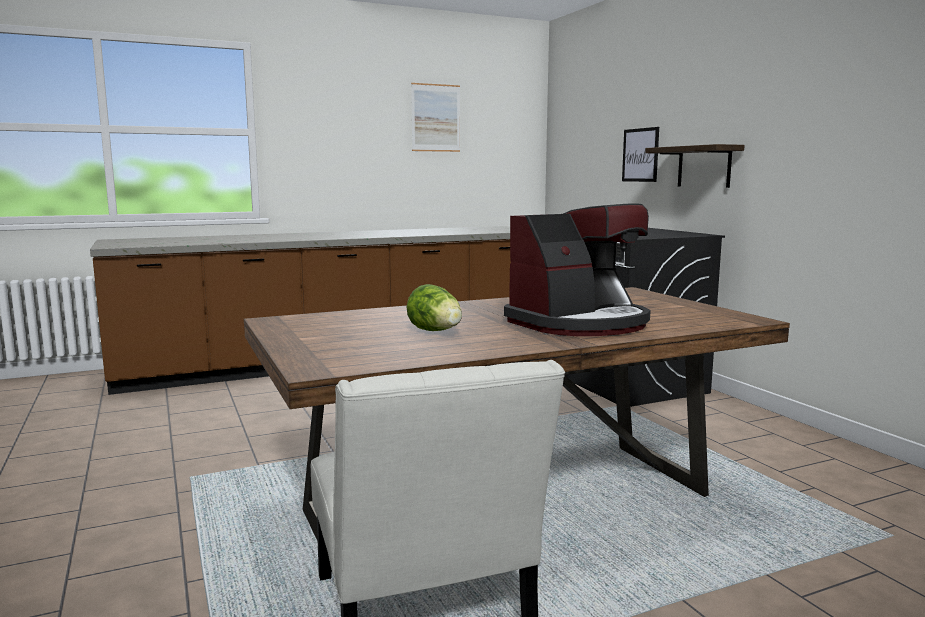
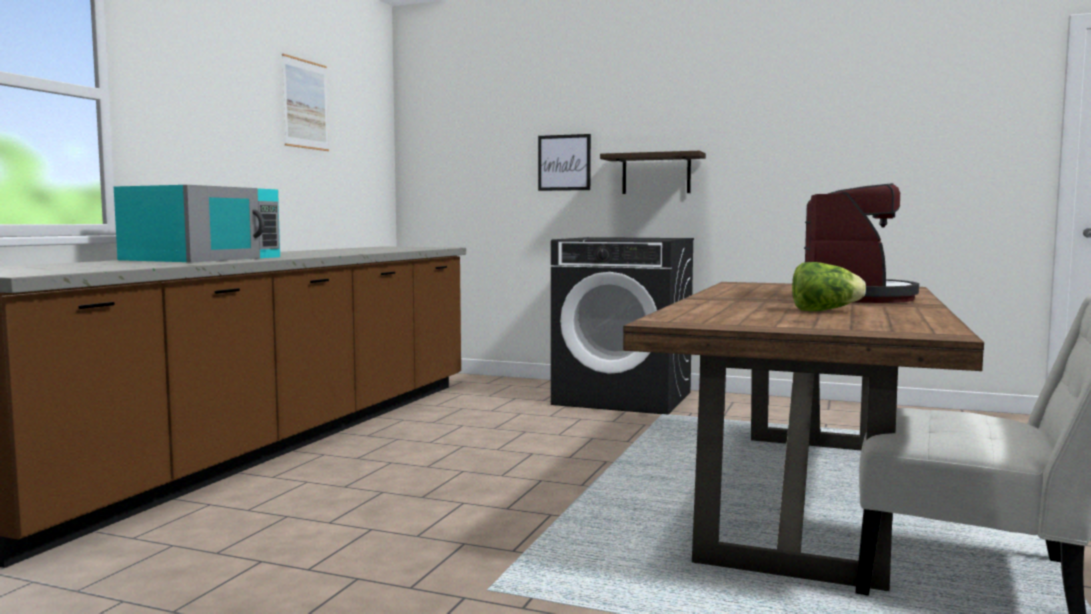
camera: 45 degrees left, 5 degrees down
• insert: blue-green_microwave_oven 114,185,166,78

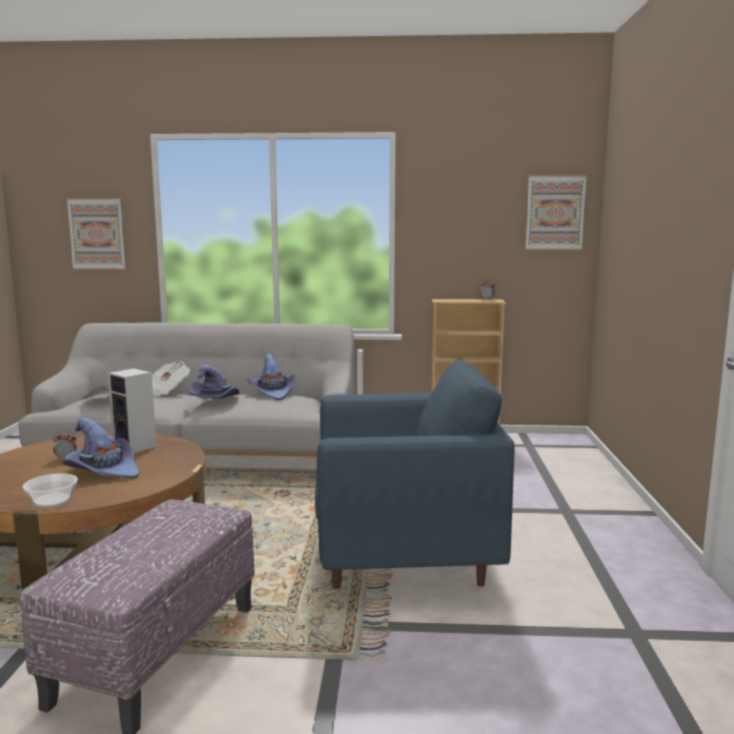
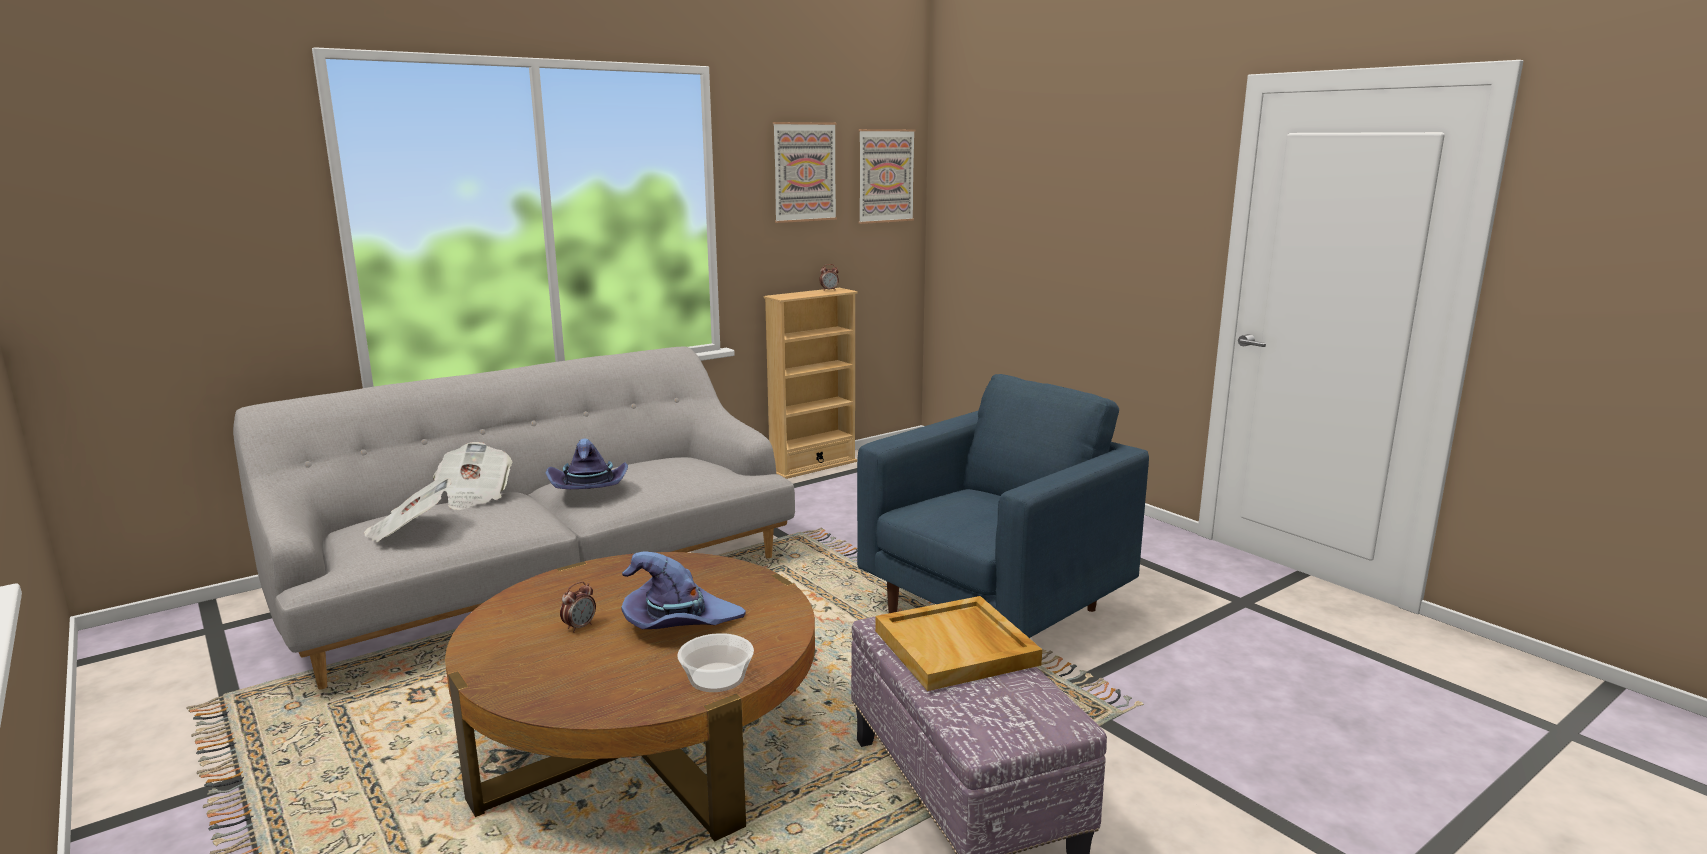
camera: 40 degrees left, 5 degrees up
• move: picture 66,198,60,72 to 773,122,64,101
• insert: sand-coloured_tray 875,596,167,95
• delete: speaker 107,368,49,85
• delete: purple_hat 247,354,49,46

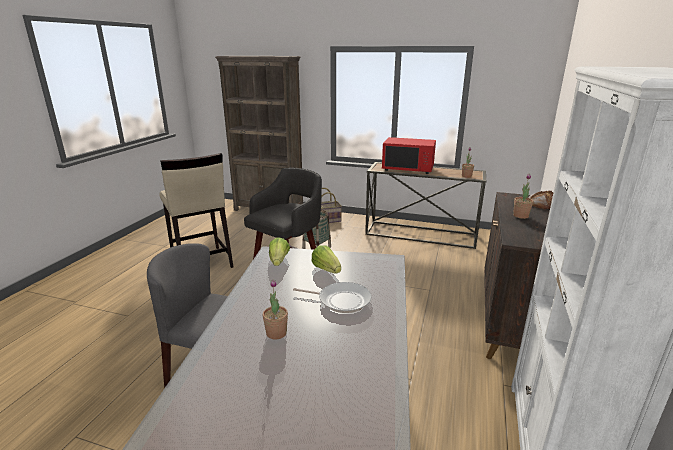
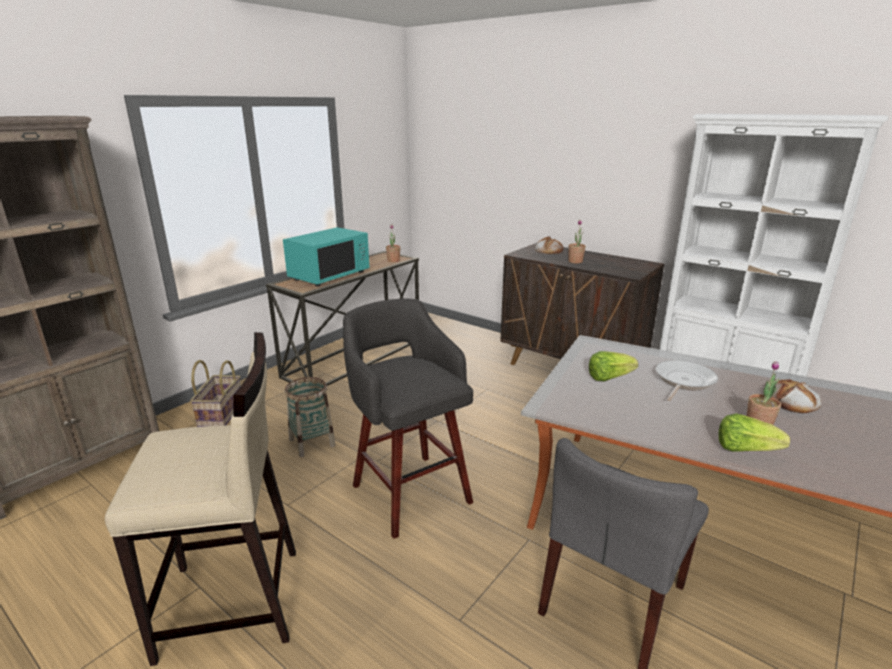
camera: 70 degrees left, 0 degrees up
• recolor: red_microwave_oven 382,137,54,37 to blue-green_microwave_oven 283,227,87,60
• move: head_of_lettuce 269,237,21,29 to 719,413,71,39
• insert: bakery_bread 772,379,50,34

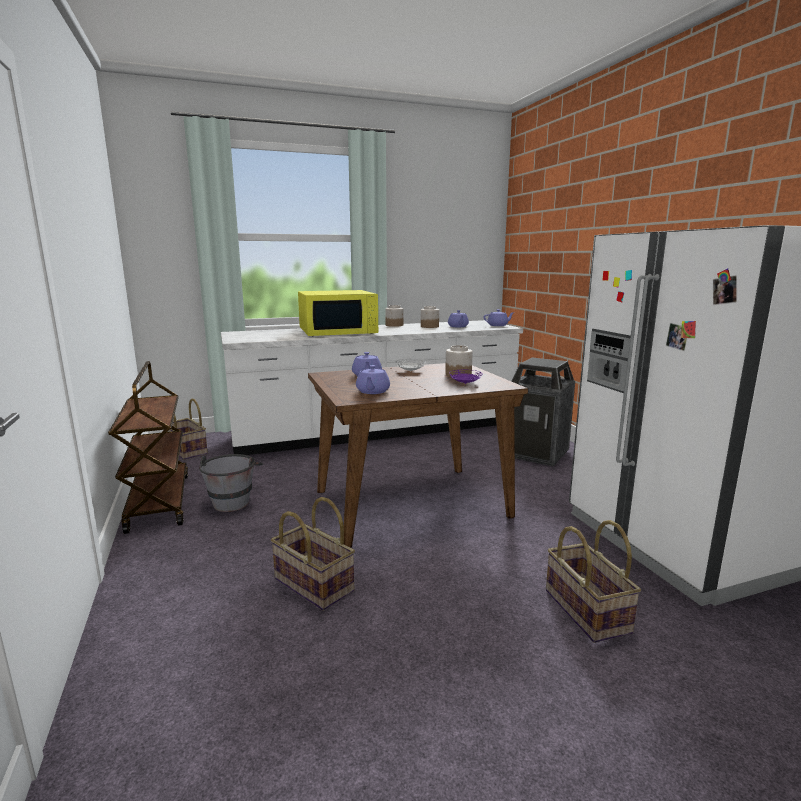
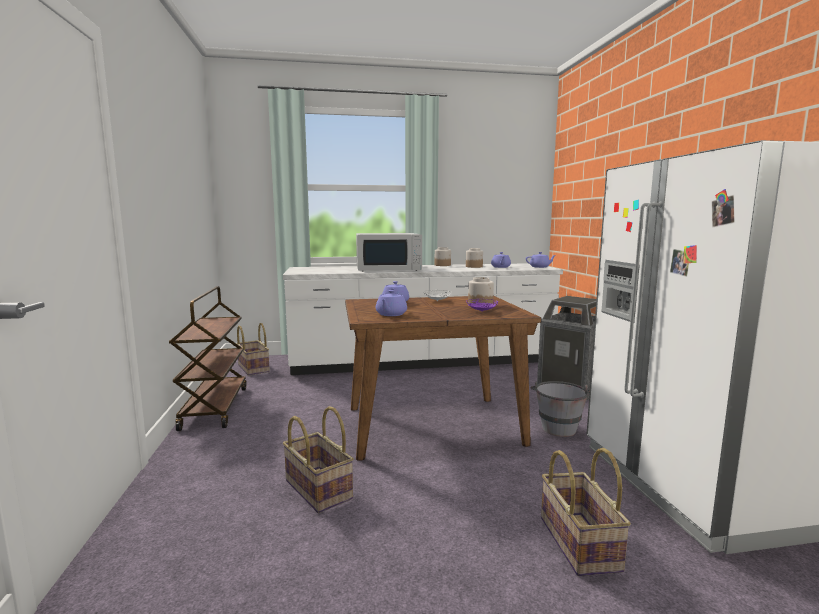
camera: 10 degrees right, 5 degrees down
• recolor: yellow-coloured_microwave_oven 298,290,80,46 to white-coloured_microwave_oven 356,233,66,38
• move: grey_pail 199,454,64,58 to 530,381,60,56

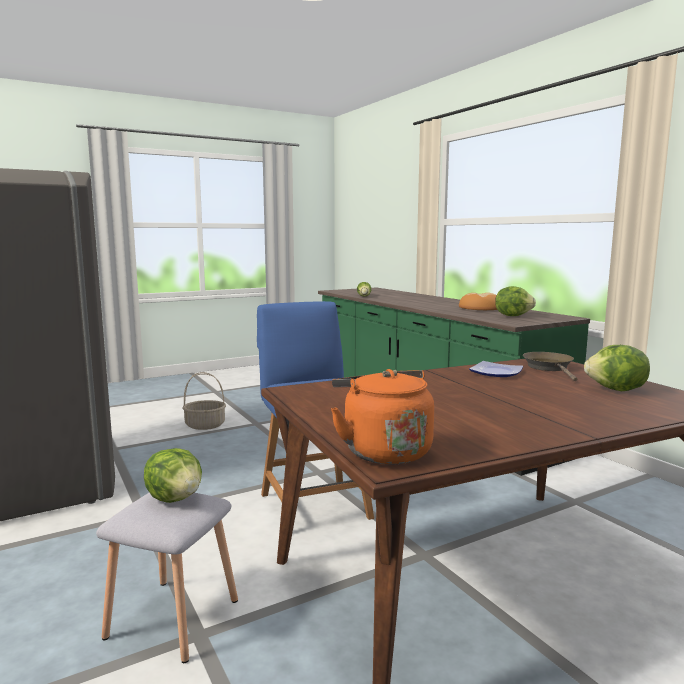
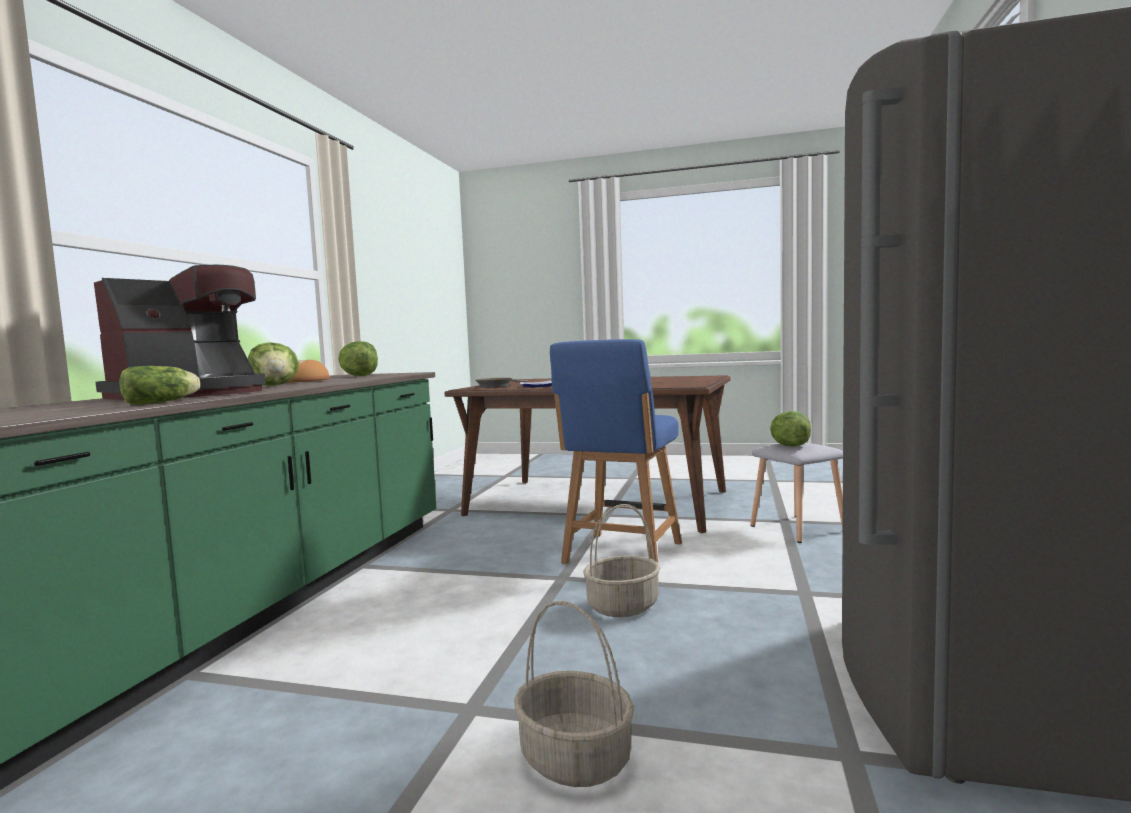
camera: 135 degrees left, 5 degrees down
• insert: coffee_maker 94,265,172,135
• move: head_of_lettuce 584,345,66,46 to 248,342,51,44
• insert: household_basket 583,504,77,113
• delete: orange-coloured_water_kettle 331,369,103,95

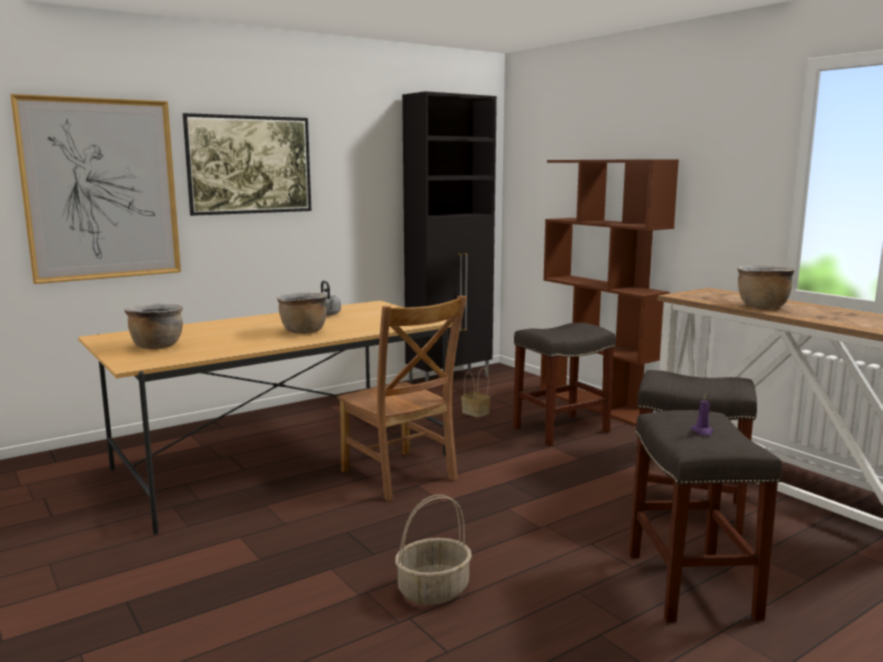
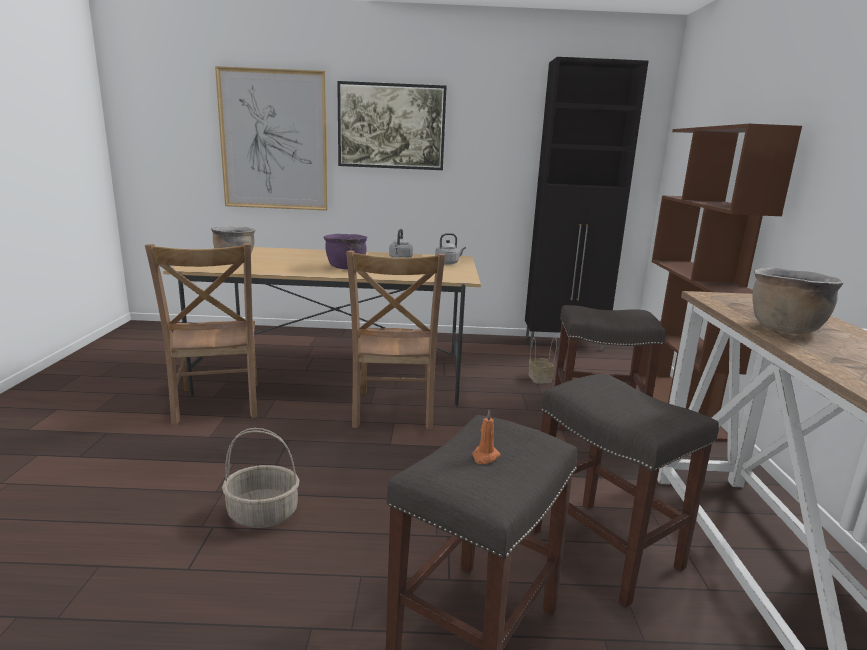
camera: 35 degrees right, 5 degrees up
• insert: brownish_chair 145,243,113,182
• recolor: brownish_cooking_pot 277,293,50,41 to purple_cooking_pot 323,234,44,35
• insert: grey_water_kettle 435,233,31,32
• recolor: purple_wax_light 691,394,22,42 to orange-coloured_wax_light 472,409,28,55

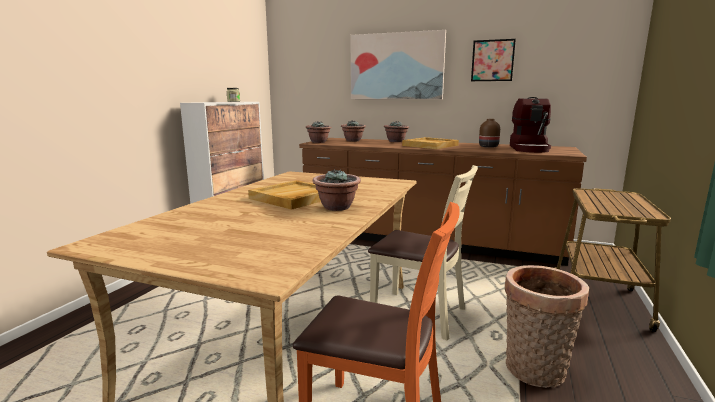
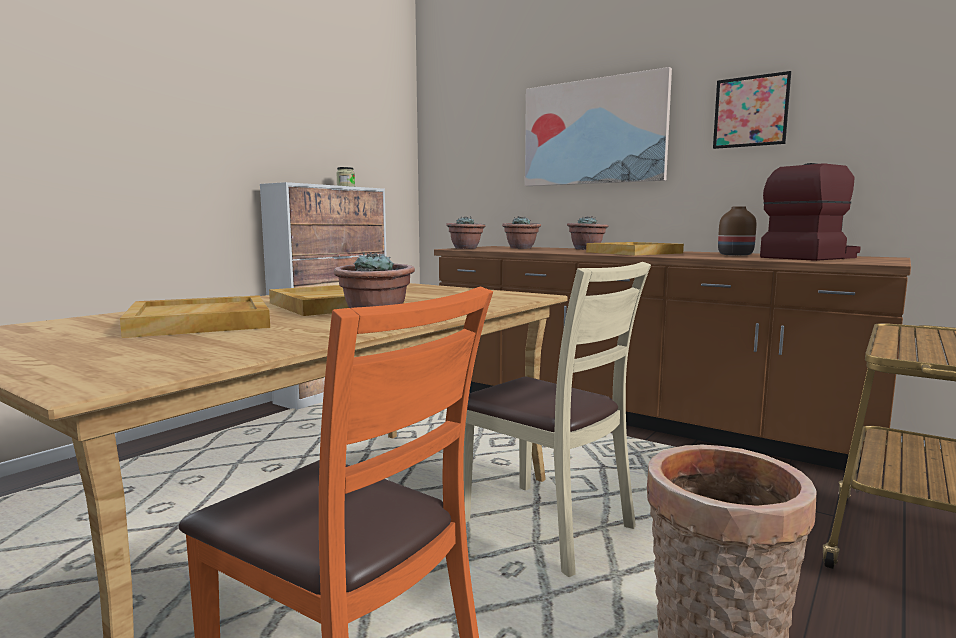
camera: 15 degrees right, 5 degrees down
• insert: sand-coloured_tray 120,295,150,43
• rotate: coffee_maker 510,97,41,56 = 760,163,101,98 150 degrees counterclockwise

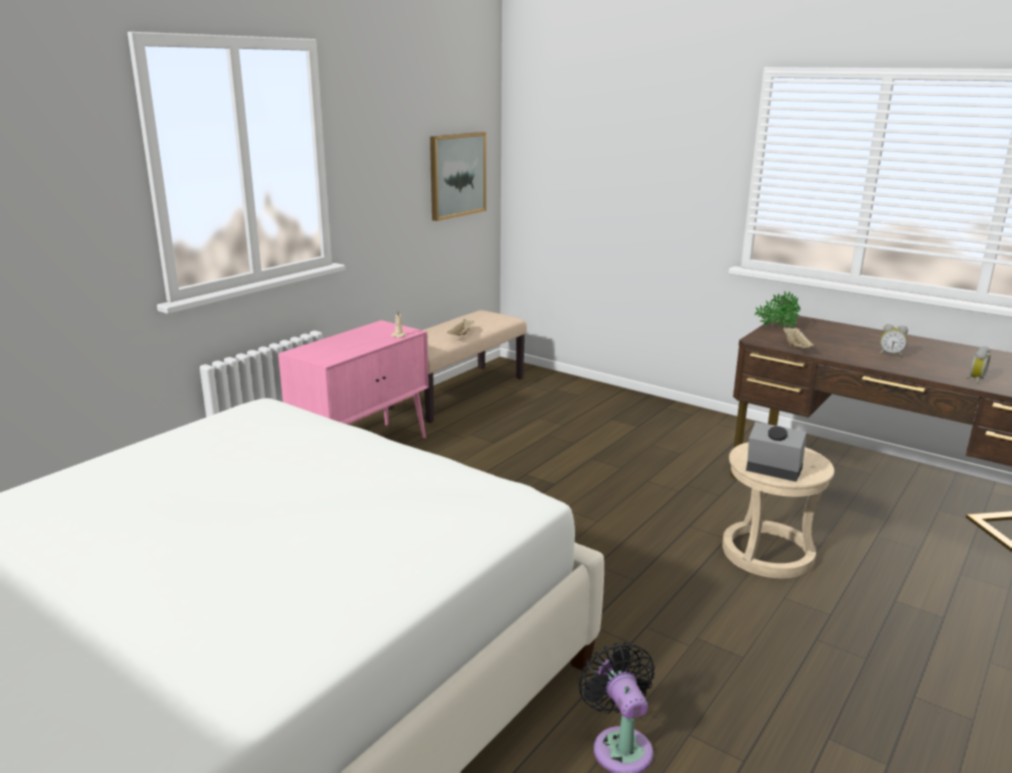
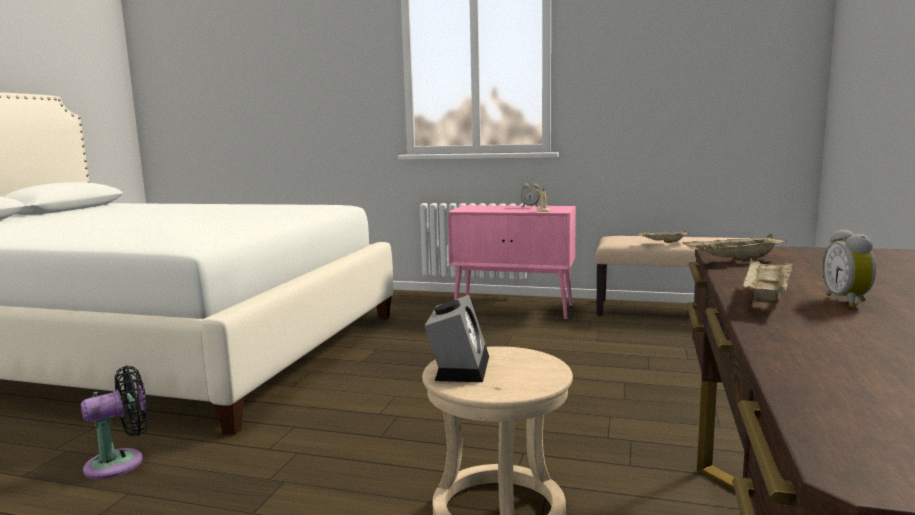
camera: 70 degrees right, 10 degrees down
• move: bedside_clock 966,346,25,38 to 521,183,19,24
• insert: sand-coloured_tray 742,257,52,46
• delete: picture 430,132,56,89
• delete: houseplant 755,291,45,37

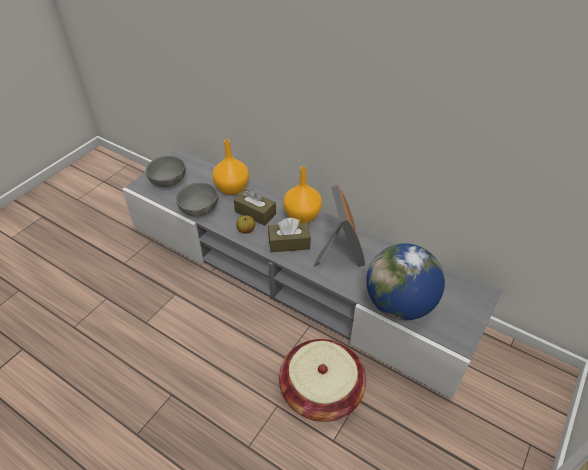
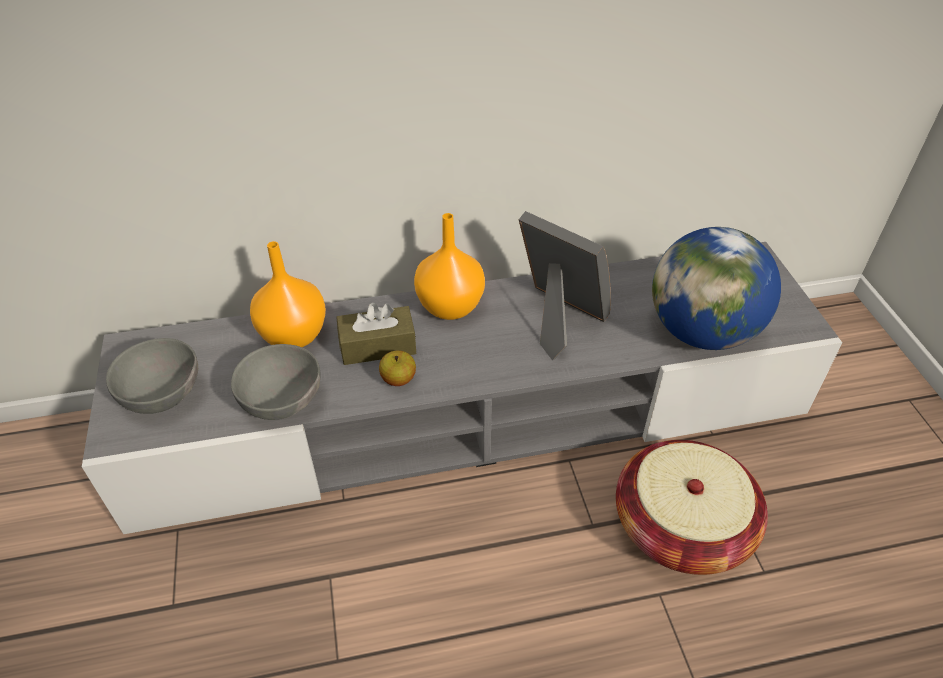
camera: 45 degrees left, 0 degrees up
• delete: brownish_tissue_box 268,218,43,34

